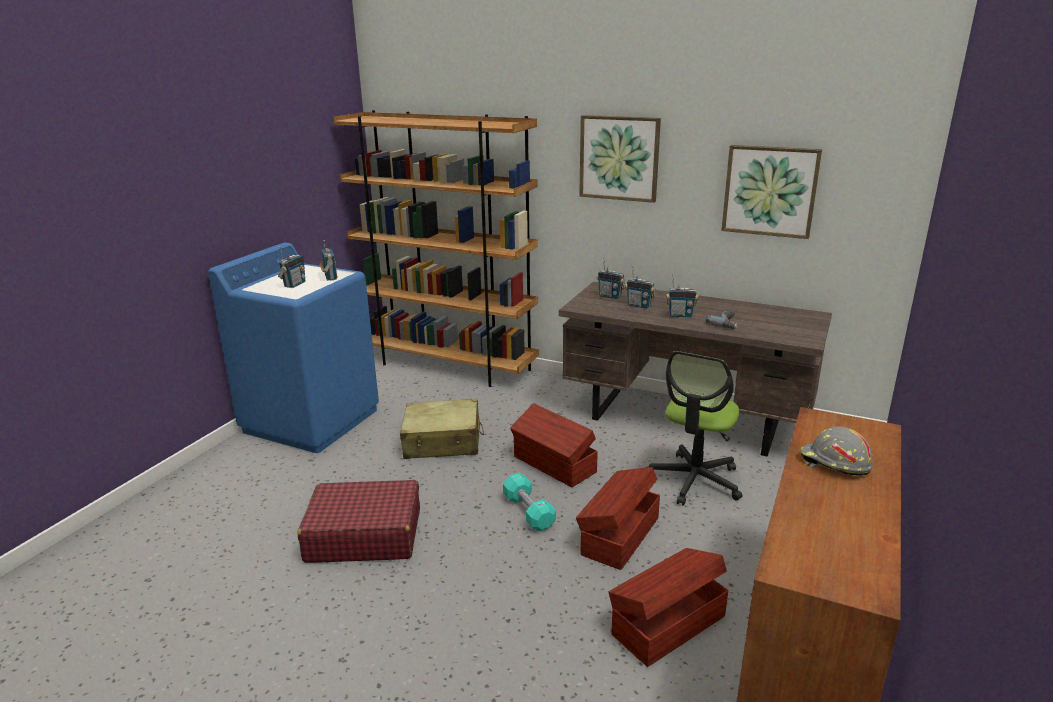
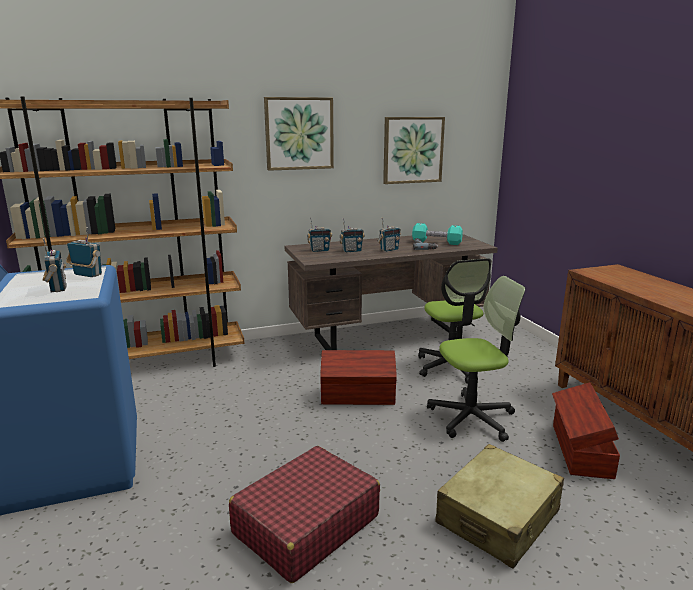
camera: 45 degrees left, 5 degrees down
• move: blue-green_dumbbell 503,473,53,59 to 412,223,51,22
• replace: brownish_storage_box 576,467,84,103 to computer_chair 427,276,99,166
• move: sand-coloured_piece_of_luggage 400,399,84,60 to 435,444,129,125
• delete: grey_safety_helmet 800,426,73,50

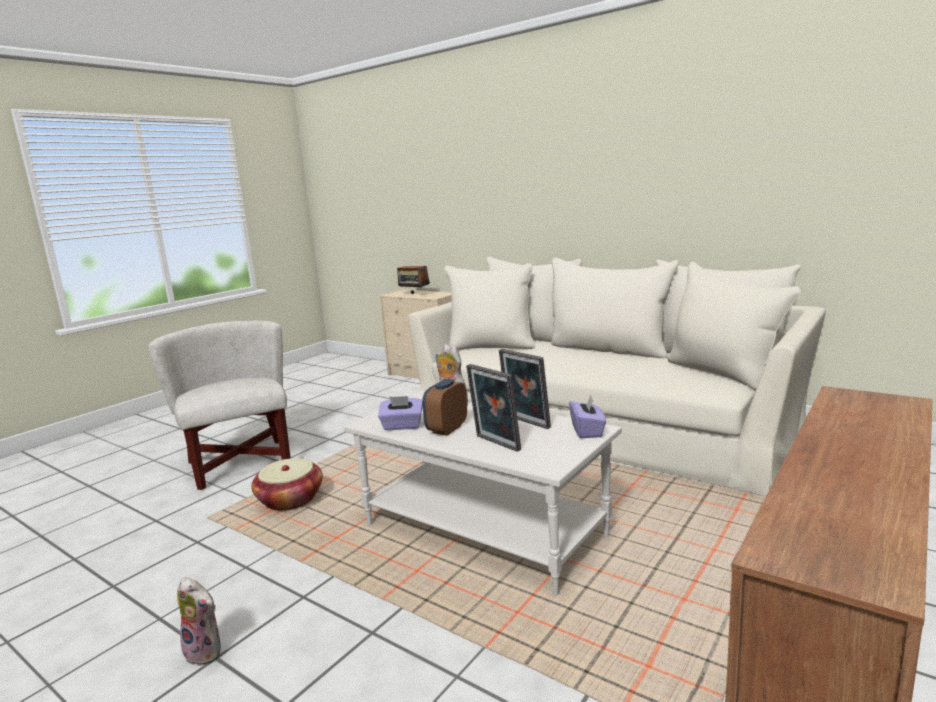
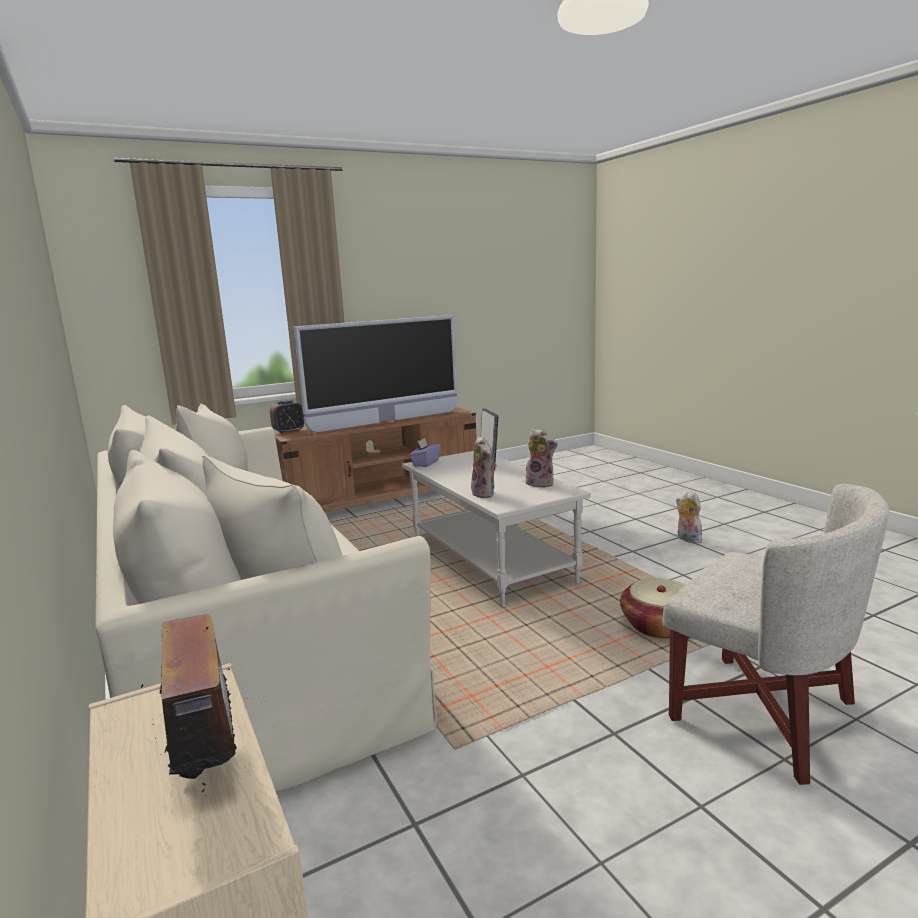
camera: 155 degrees left, 0 degrees up
• move: bedside_clock 422,379,45,56 to 270,400,34,34
• insert: TV 294,315,164,118
• replace: purple_tissue_box 378,396,45,34 to soft_toy 525,428,33,60
• rotate: white-coloured_easy_chair 148,321,143,169 = 663,484,226,301 45 degrees counterclockwise
• delete: standing_frame 499,349,52,80

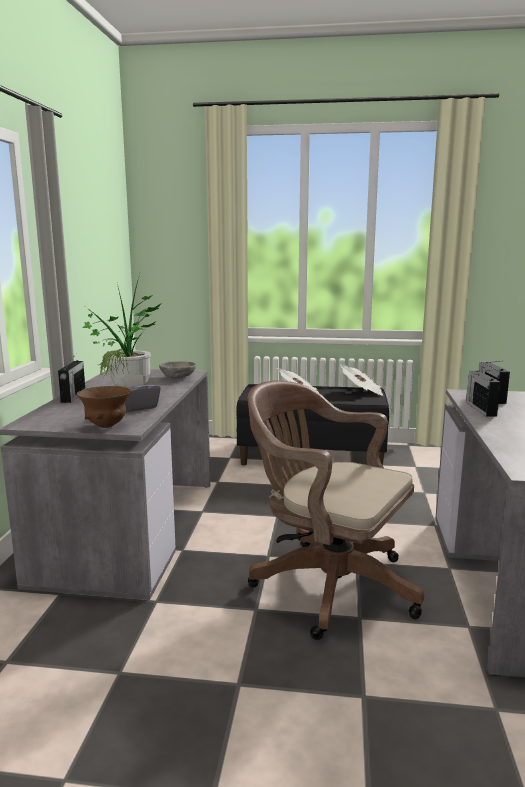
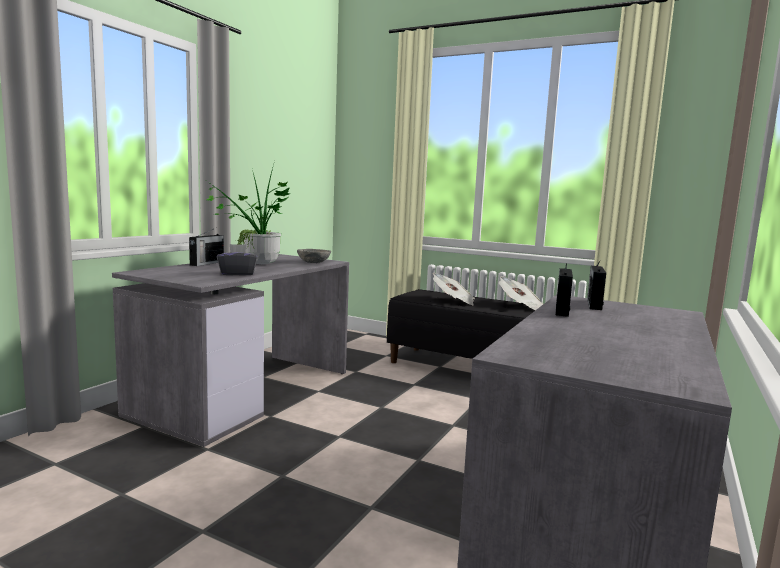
camera: 20 degrees right, 5 degrees down
• delete: brownish_serving_bowl 77,386,56,42
• delete: brownish_computer_chair 248,381,176,259

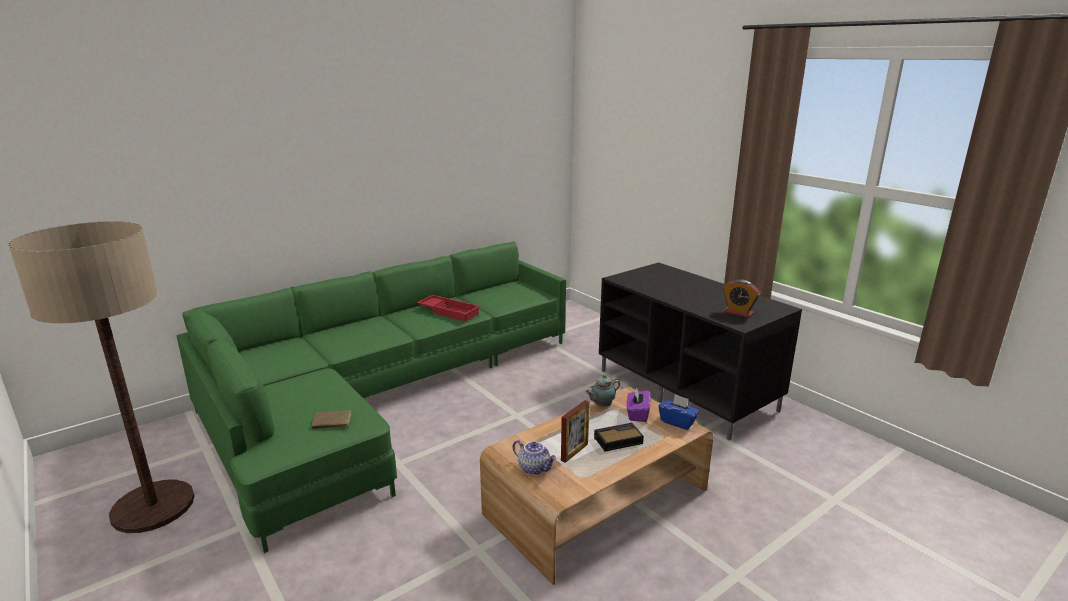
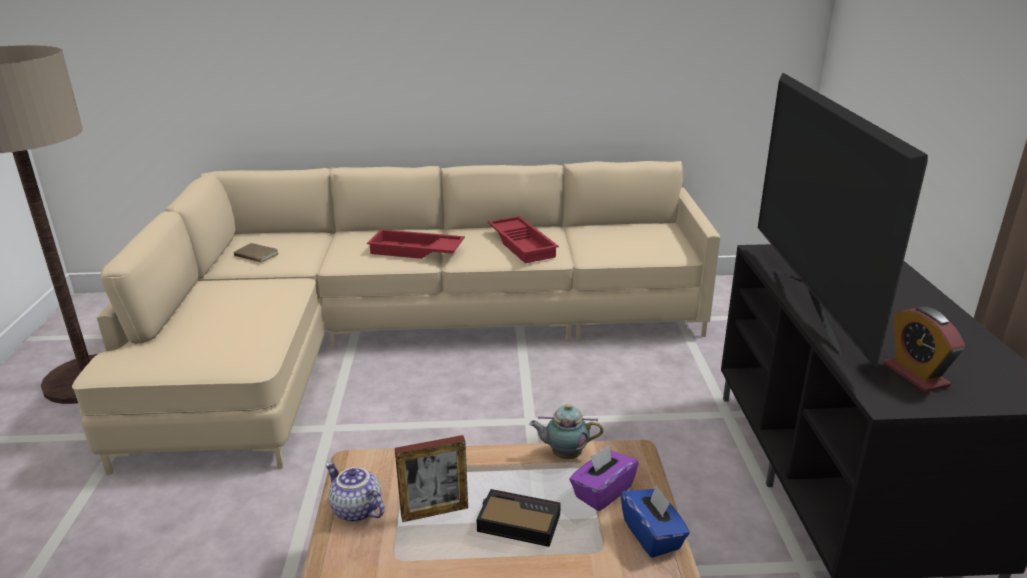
camera: 35 degrees right, 5 degrees up
• recolor: green_settee 176,241,390,312 to sand-coloured_settee 72,161,648,314
• move: brownish_volume 312,410,40,19 to 233,243,46,20
• rotate: pot_for_tea 512,440,45,35 = 325,462,59,60 150 degrees clockwise
• insert: red_tray 367,229,98,30
• insert: TV 758,73,170,294

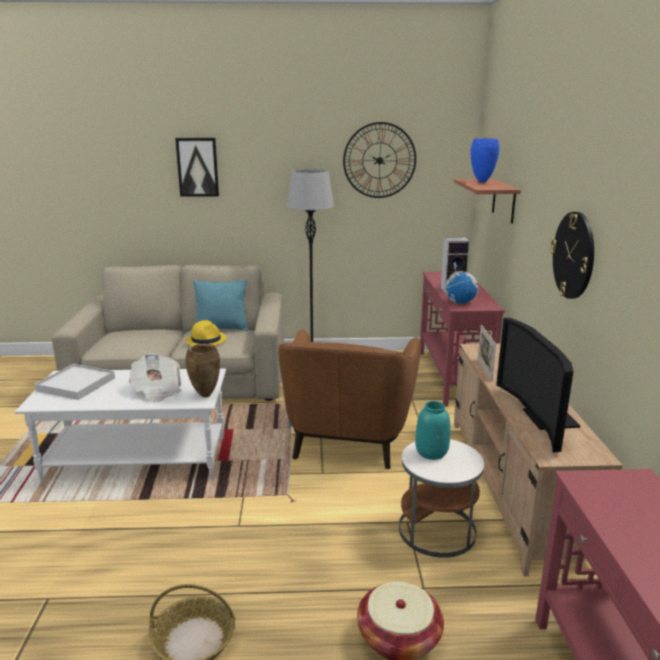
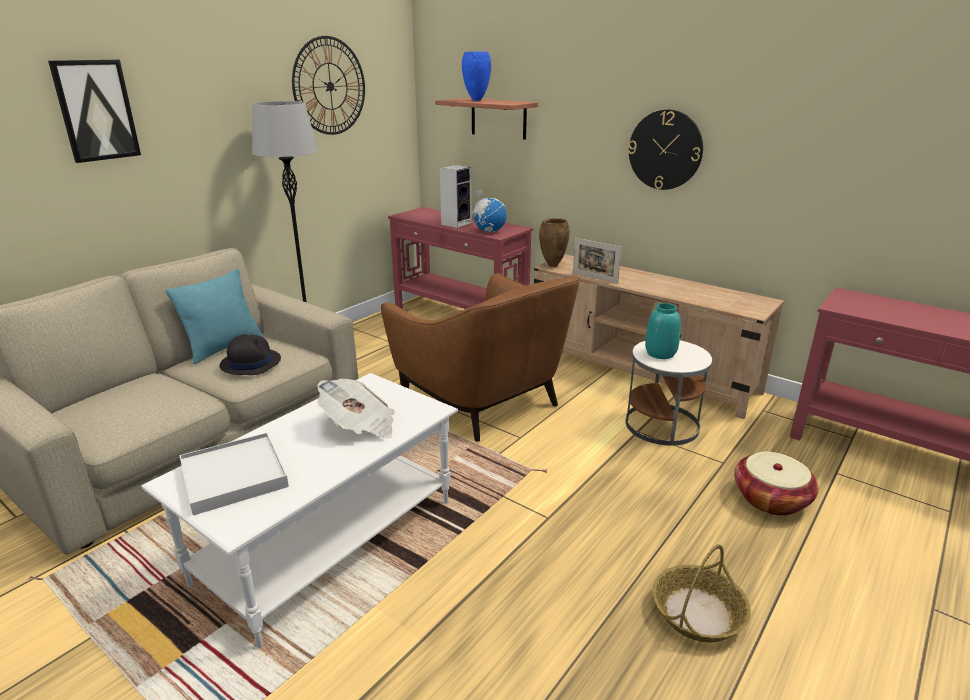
camera: 50 degrees left, 5 degrees up
• recolor: yellow-coloured_hat 186,320,41,26 to black-coloured_hat 219,334,62,41
• move: brownish_decorative_vase 185,344,35,53 to 539,218,31,49
• delete: TV 496,318,84,134

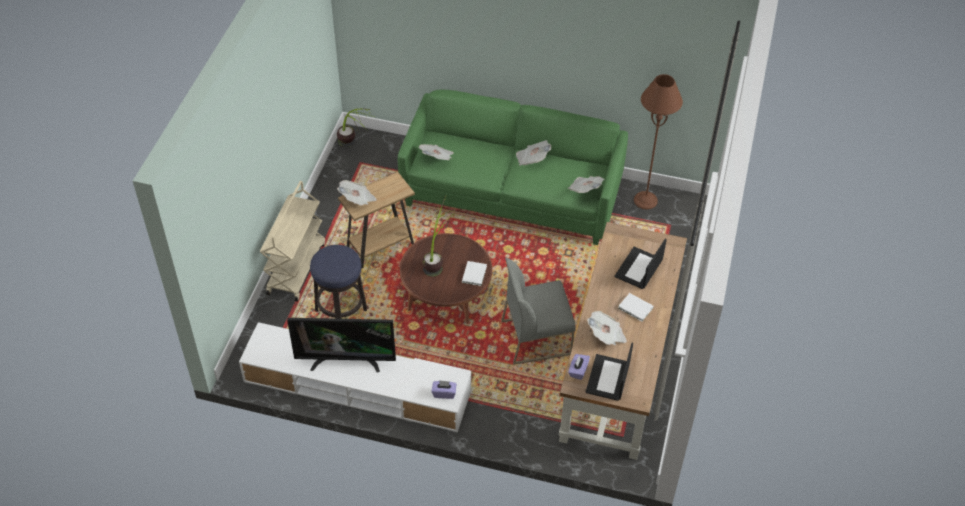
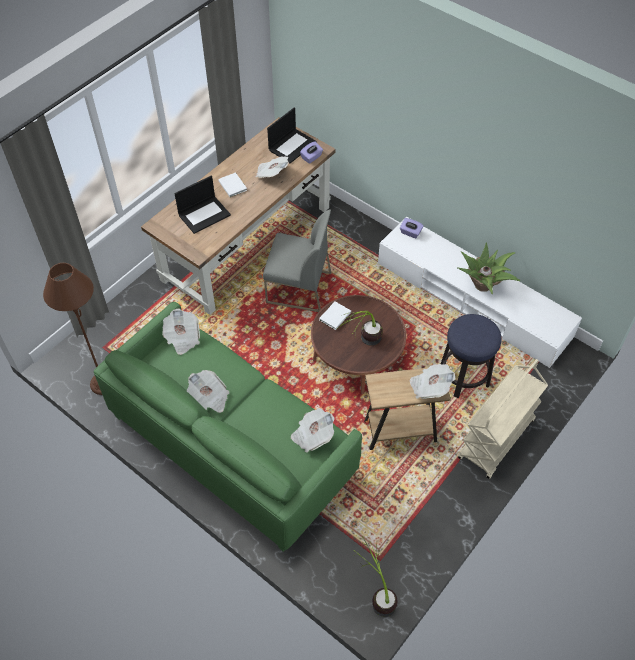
camera: 155 degrees left, 5 degrees up
• replace: TV 287,318,109,55 to houseplant 457,243,63,51

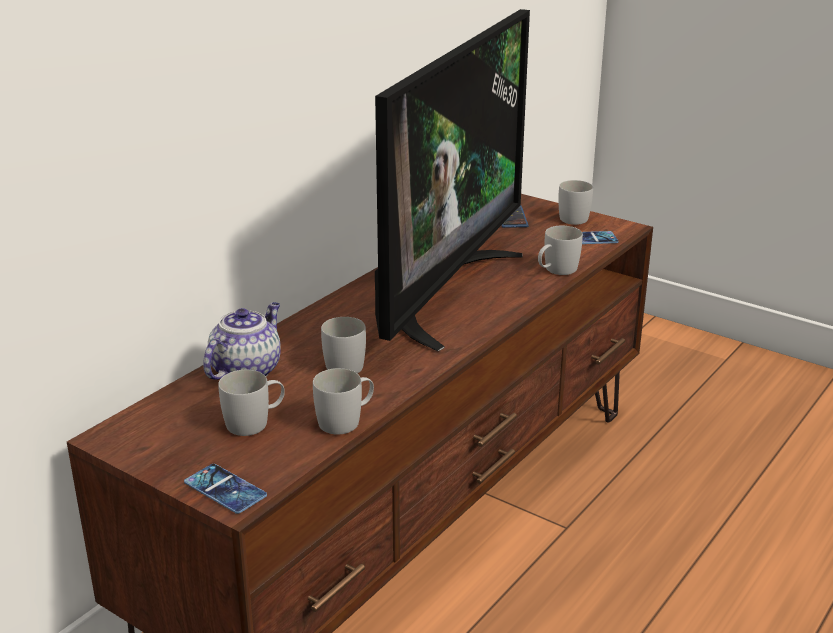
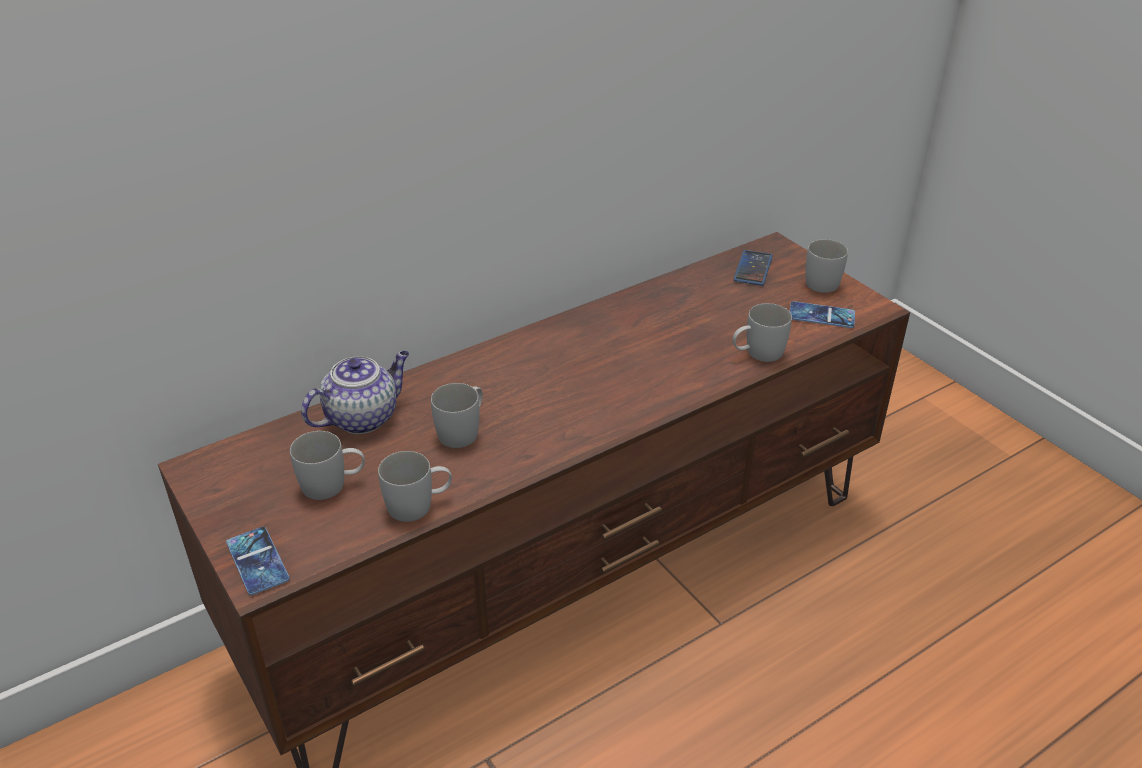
camera: 20 degrees right, 10 degrees up
• delete: TV 375,9,155,342

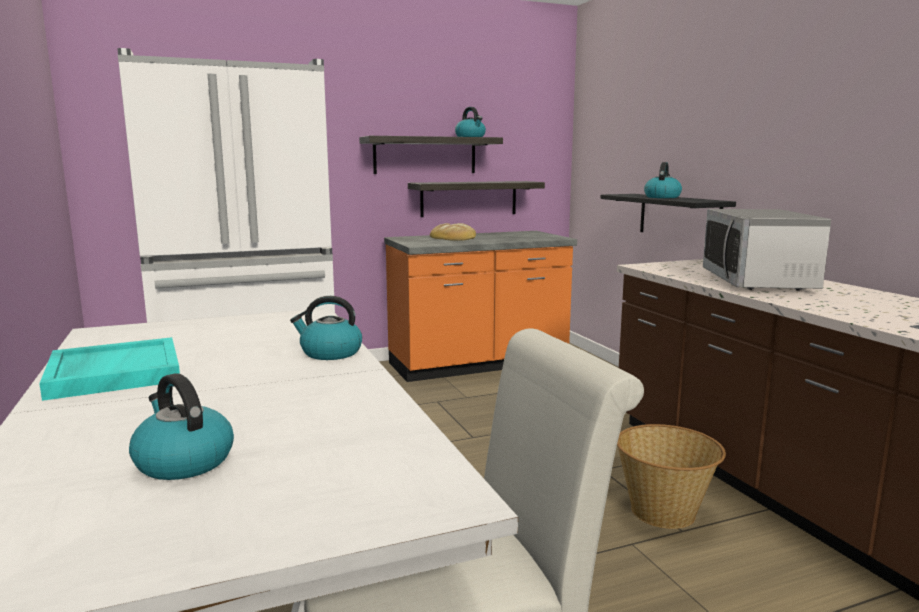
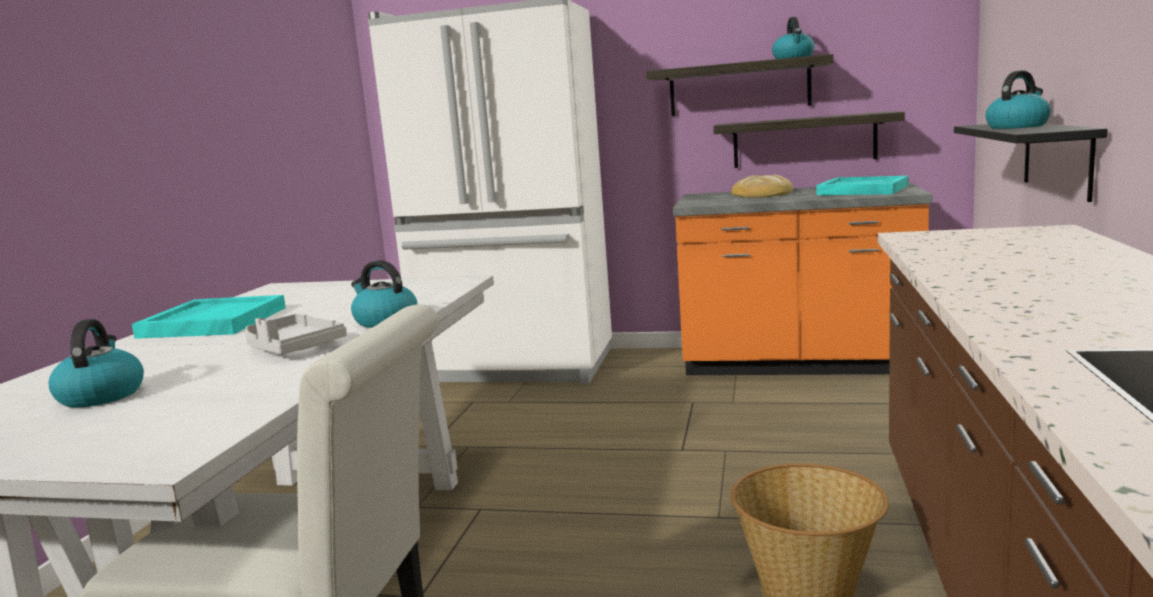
camera: 35 degrees right, 0 degrees up
• insert: grey_tray 245,314,102,40
• insert: blue-green_tray 817,176,91,19
• delete: microwave_oven 703,209,128,82

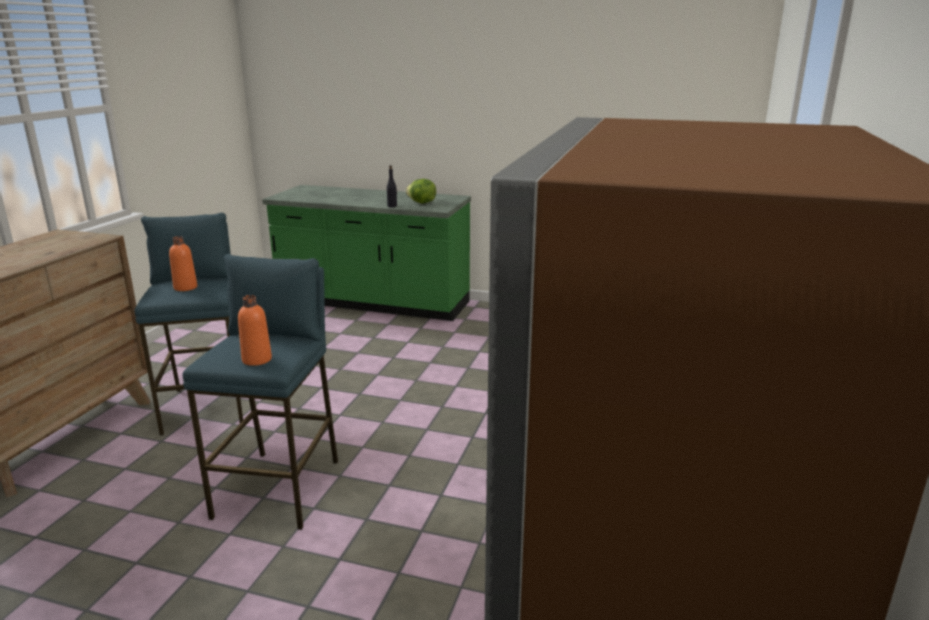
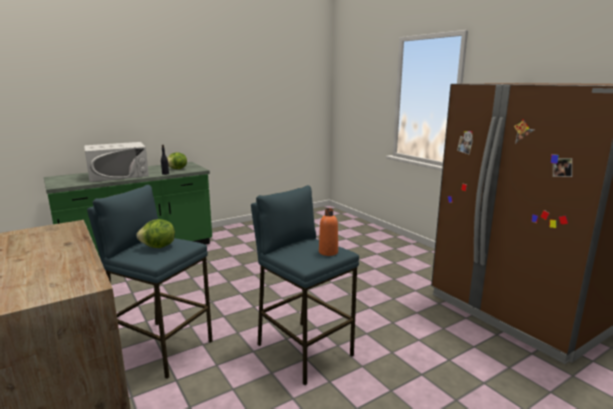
camera: 50 degrees left, 5 degrees down
• insert: white-coloured_microwave_oven 84,142,65,40
• replace: orange-coloured_drink_bottle 169,236,28,55 to head_of_lettuce 136,219,39,29

